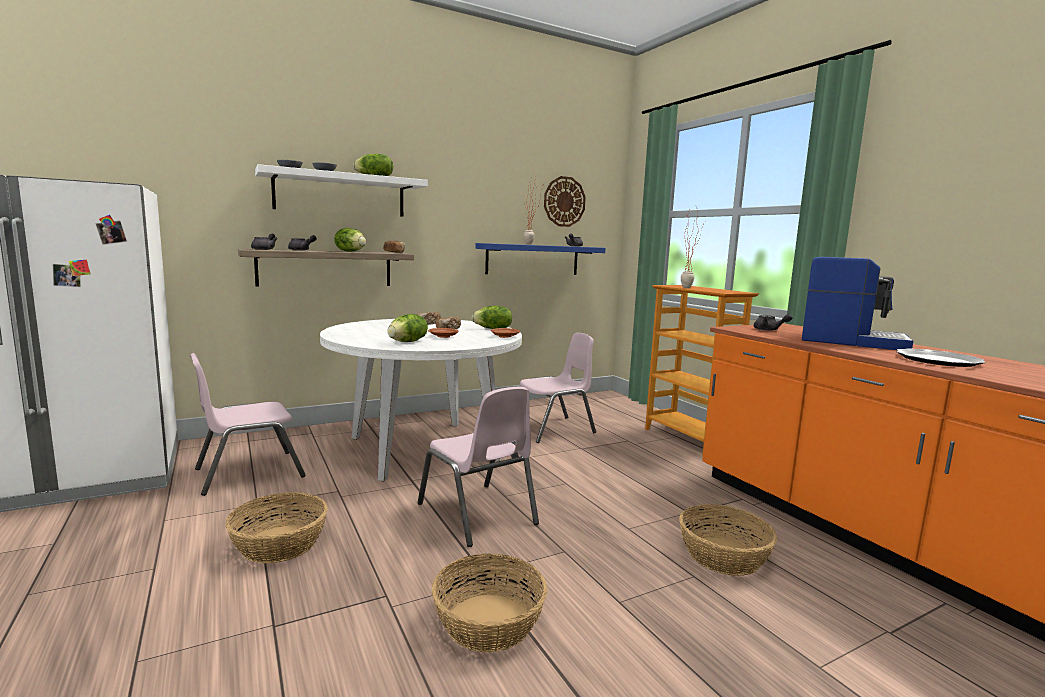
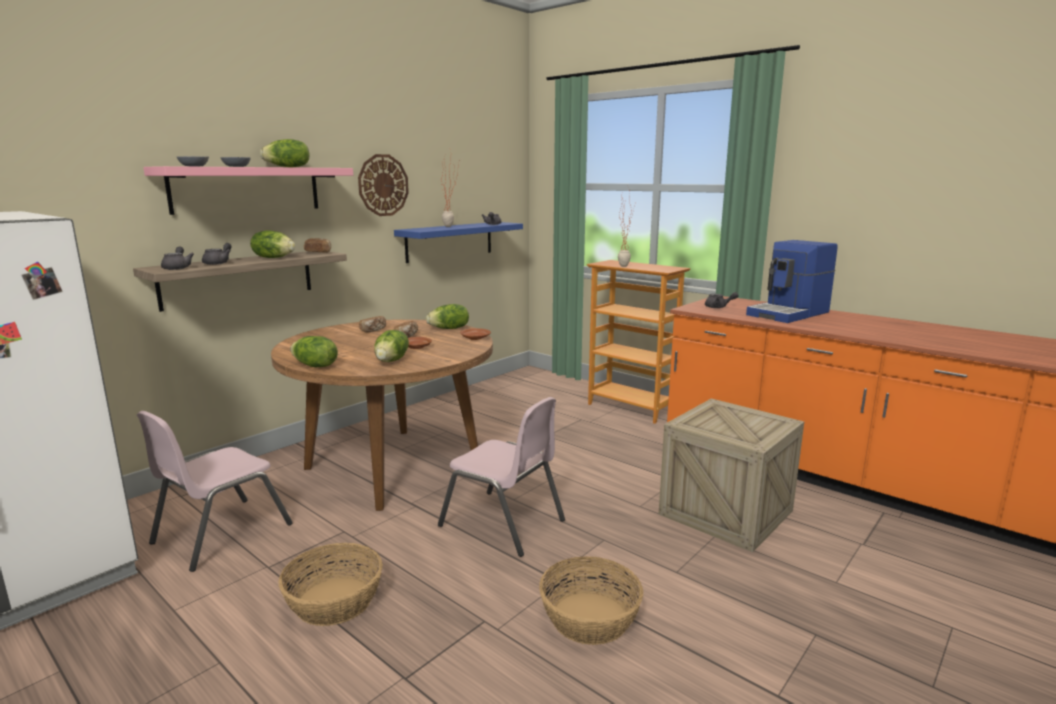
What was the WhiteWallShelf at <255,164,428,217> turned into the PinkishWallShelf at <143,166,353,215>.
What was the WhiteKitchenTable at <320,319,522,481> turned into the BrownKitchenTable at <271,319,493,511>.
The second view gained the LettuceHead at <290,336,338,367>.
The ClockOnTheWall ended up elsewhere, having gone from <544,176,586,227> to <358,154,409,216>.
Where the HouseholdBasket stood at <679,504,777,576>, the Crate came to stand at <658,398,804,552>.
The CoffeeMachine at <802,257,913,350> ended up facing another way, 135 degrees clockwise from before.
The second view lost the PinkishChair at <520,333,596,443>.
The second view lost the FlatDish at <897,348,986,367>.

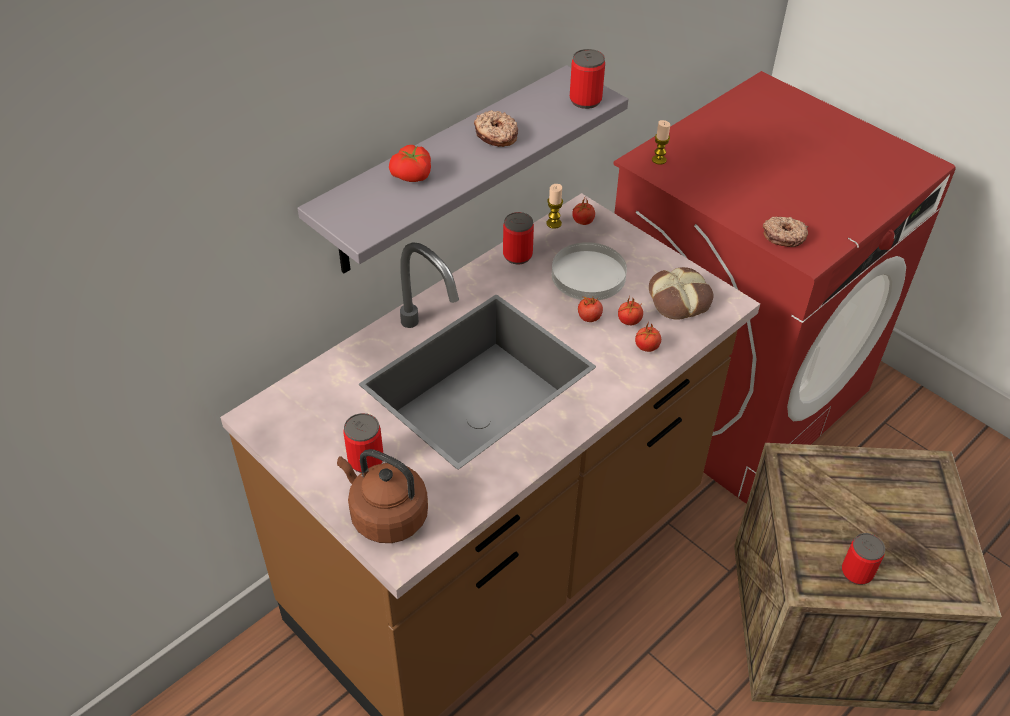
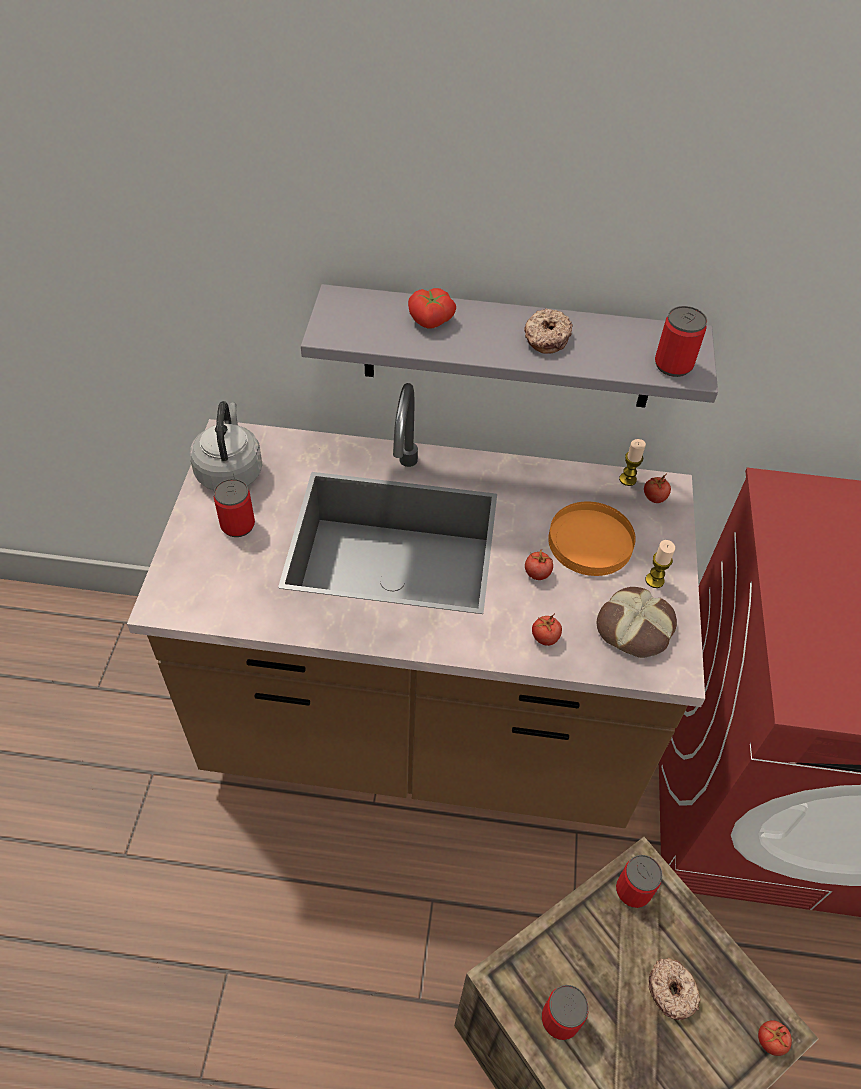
The second view gained the GreyWaterKettle at <190,401,263,491>.
What was the WhiteFlatDish at <552,242,627,300> turned into the OrangeyFlatDish at <548,502,636,576>.
The SealedCan ended up elsewhere, having gone from <503,212,534,264> to <616,855,662,908>.
The WaxCandle ended up elsewhere, having gone from <652,120,670,165> to <646,540,675,588>.
The RingDoughnut ended up elsewhere, having gone from <763,217,808,247> to <649,958,701,1020>.
The WholeTomato ended up elsewhere, having gone from <618,297,643,325> to <758,1020,792,1056>.
The second view lost the BrownWaterKettle at <337,449,428,543>.

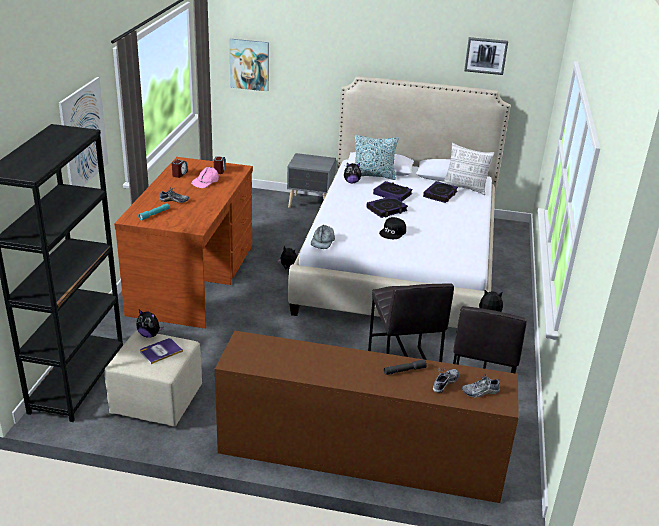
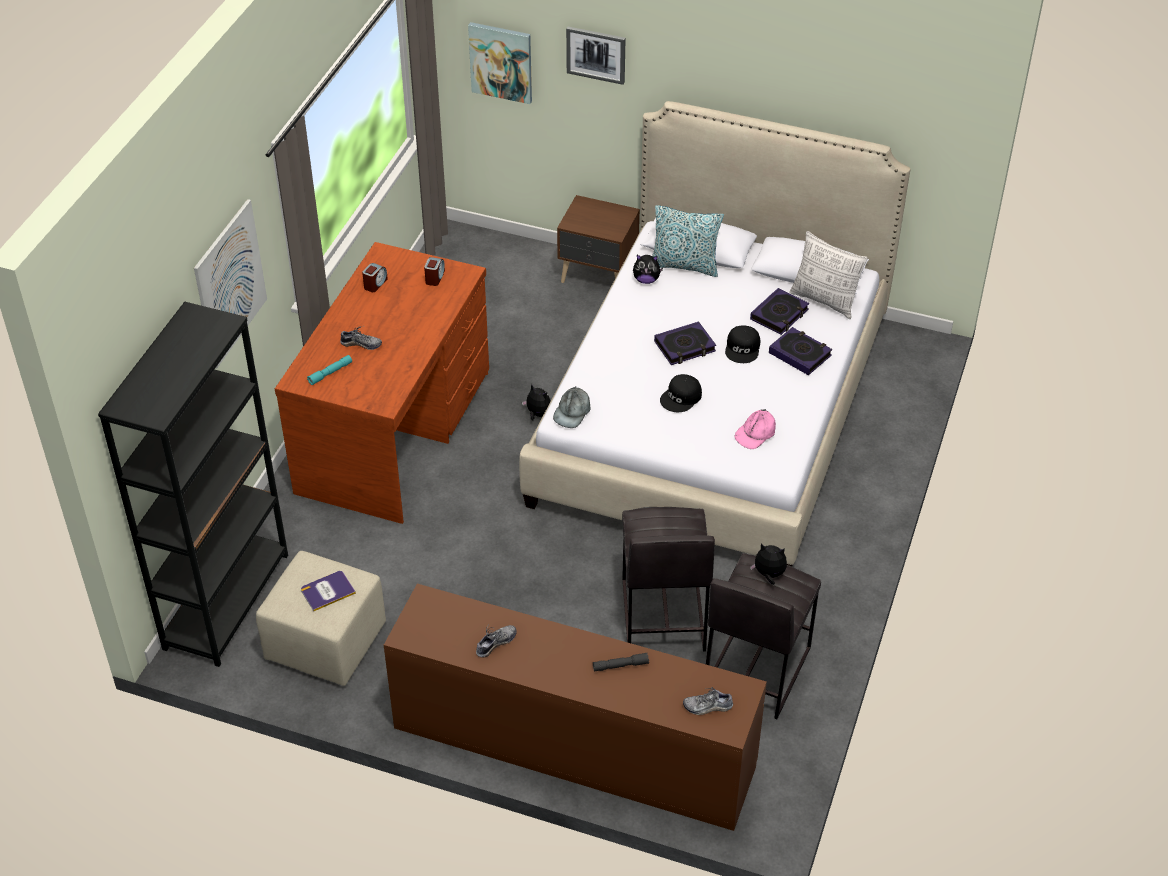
The Shoe ended up elsewhere, having gone from <433,368,459,393> to <476,625,517,658>.
What was the GreyBedsideTable at <287,153,336,208> turned into the BrownBedsideTable at <557,195,640,283>.
The WallArt ended up elsewhere, having gone from <464,37,508,75> to <566,27,625,85>.
The second view gained the BlackishBaseballCap at <725,325,760,363>.
The PinkishBaseballCap ended up elsewhere, having gone from <191,166,219,188> to <734,409,776,449>.
The BoundBook ended up elsewhere, having gone from <373,181,413,202> to <769,327,832,375>.
The second view lost the SoftToy at <136,310,164,338>.

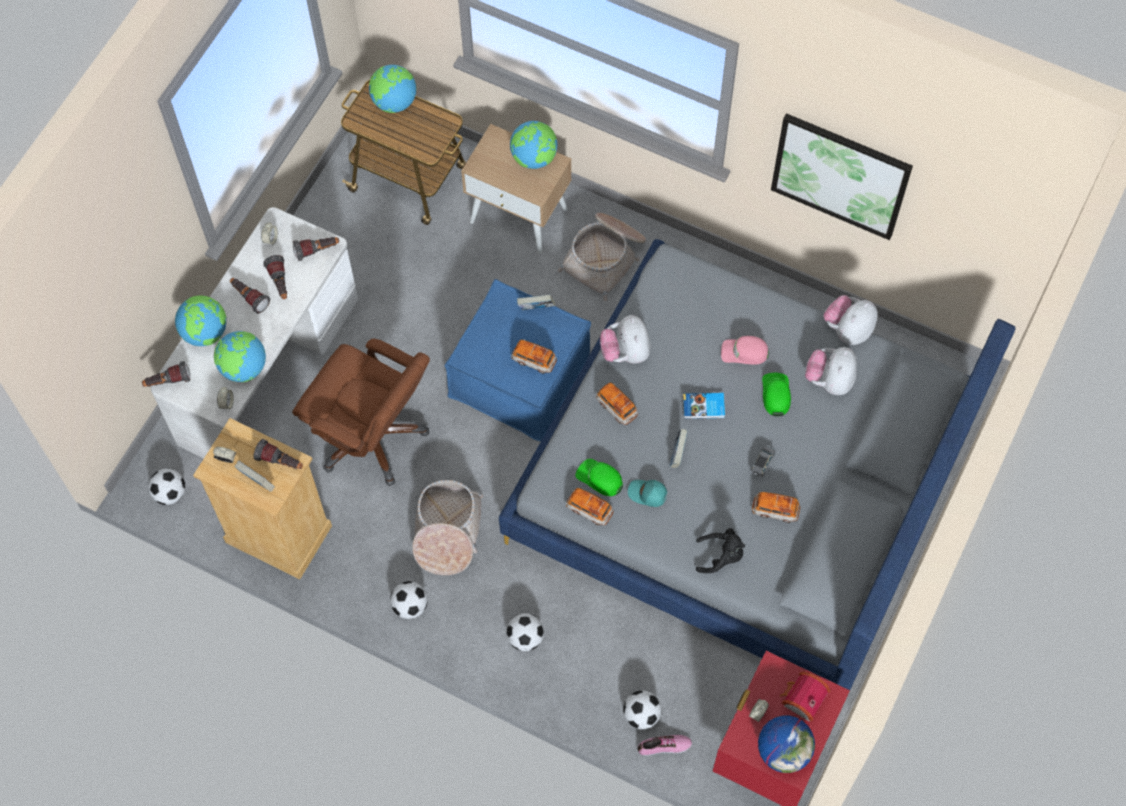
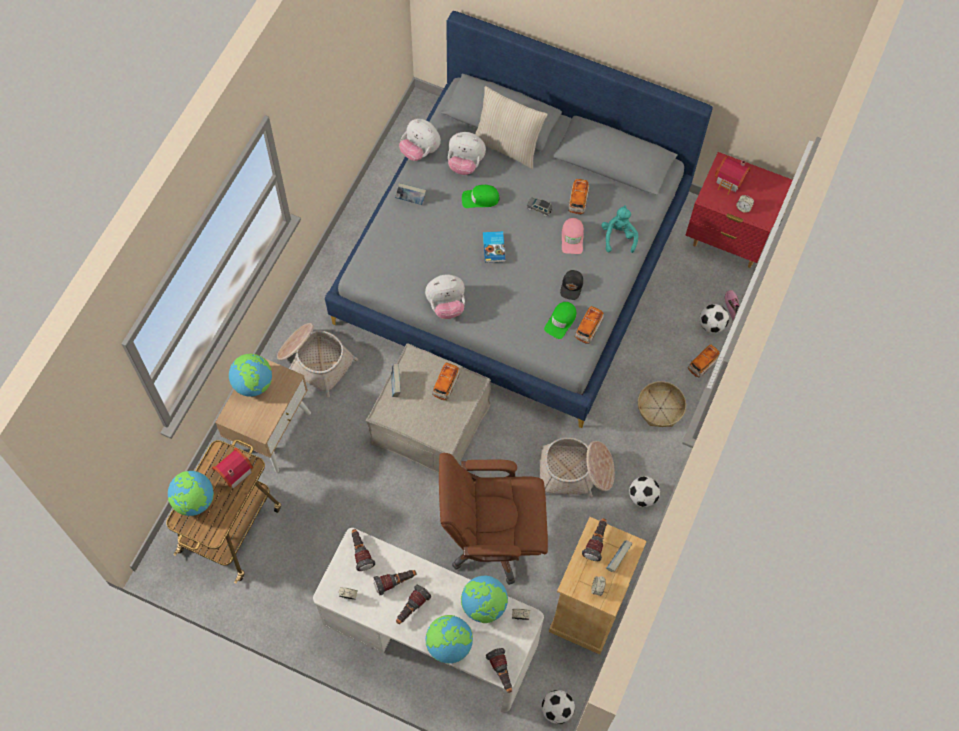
The second view gained the ToyHouse at <212,448,253,489>.
What was the BluishPouffe at <445,279,591,441> turned into the BeigePouffe at <366,343,491,473>.
The BoundBook ended up elsewhere, having gone from <670,429,688,469> to <395,183,426,205>.
The BrownComputerChair at <292,339,430,486> ended up facing another way, 120 degrees counterclockwise from before.
The second view gained the BeigePillow at <475,86,548,169>.
What was the TurquoiseColouredBaseballCap at <628,480,667,507> turned into the BlackishBaseballCap at <560,270,583,300>.
The PinkishBaseballCap ended up elsewhere, having gone from <721,336,769,365> to <562,218,584,254>.
What was the BlackishSoftToy at <696,528,745,573> turned into the TurquoiseColouredSoftToy at <601,206,638,253>.
Where the FootballBall stood at <506,613,544,651>, the HouseholdBasket came to stand at <638,381,686,427>.
The MiniatureCar ended up elsewhere, having gone from <596,382,638,425> to <688,344,720,377>.
The second view lost the WorldGlobe at <758,716,815,773>.
The second view lost the WallArt at <771,113,913,240>.

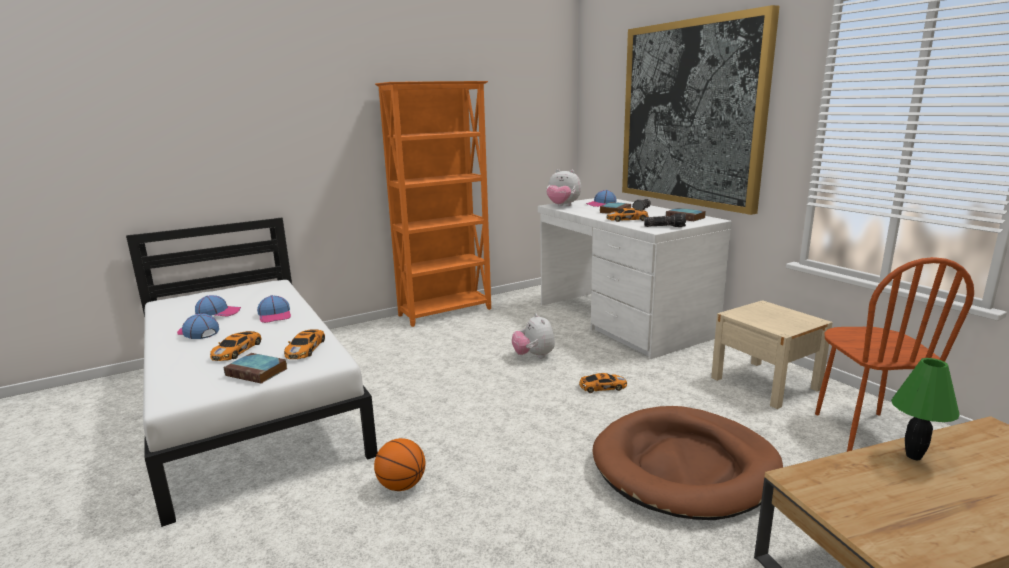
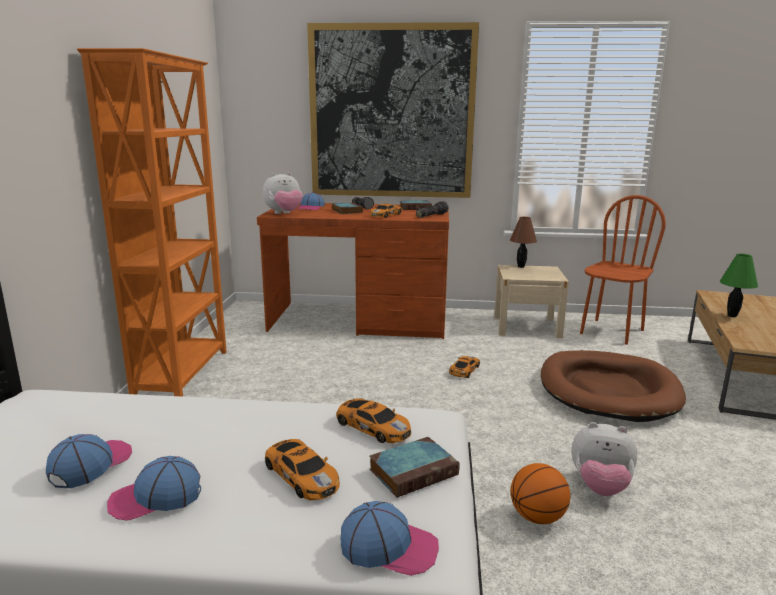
What was the WhiteDeskUnit at <538,198,732,359> turned into the BrownDeskUnit at <257,203,449,339>.
The BaseballCap ended up elsewhere, having gone from <257,295,291,323> to <341,501,439,576>.
The second view gained the BrownTabletopLamp at <510,217,537,268>.
The SoftToy ended up elsewhere, having gone from <512,314,555,358> to <571,422,637,496>.
The BrownChair at <815,257,974,452> ended up facing another way, 90 degrees counterclockwise from before.

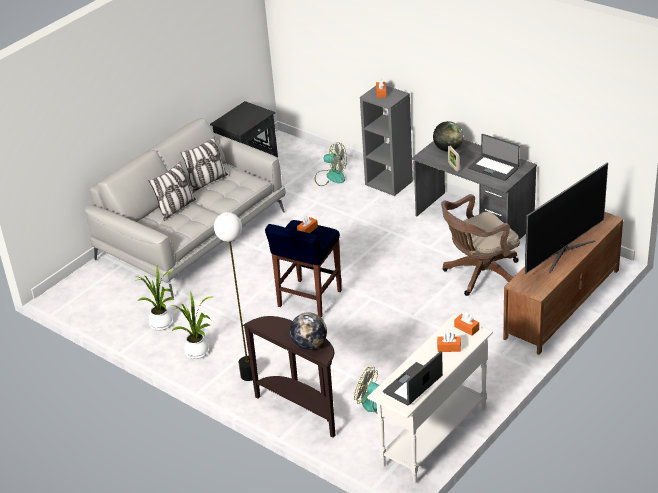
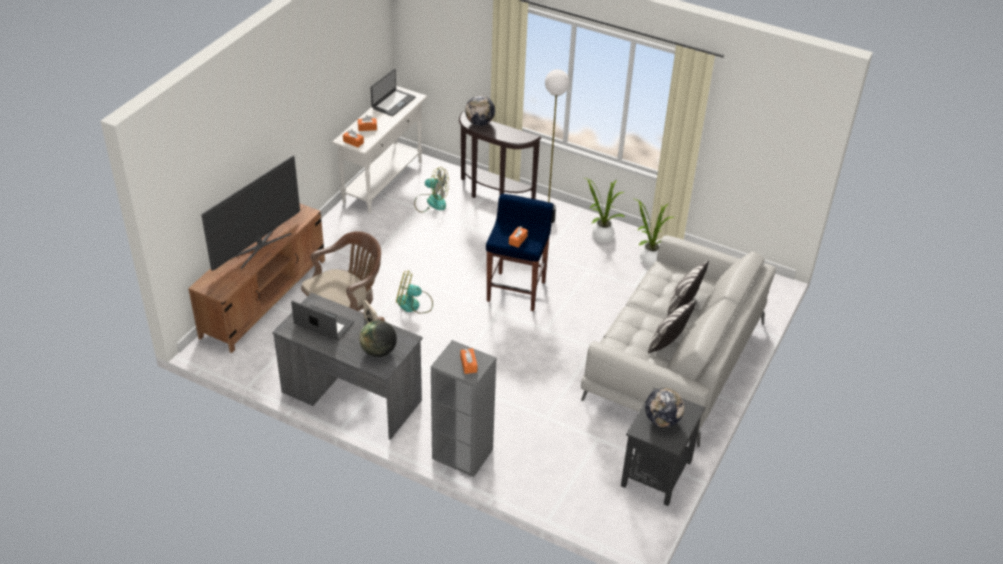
The ElectricFan ended up elsewhere, having gone from <315,142,347,186> to <396,271,433,314>.
The second view gained the WorldGlobe at <645,388,684,427>.

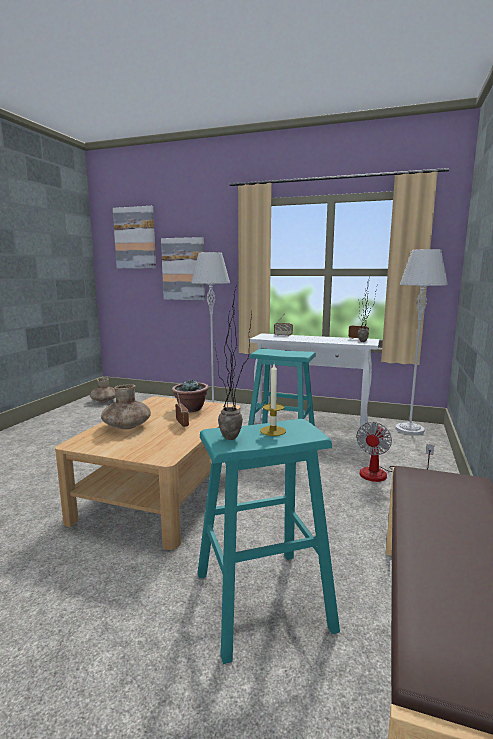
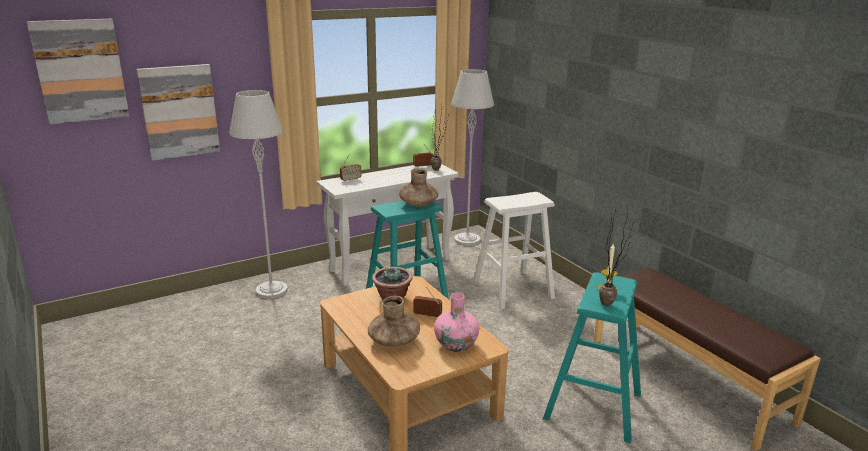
The BrownVase ended up elsewhere, having gone from <90,377,116,403> to <399,169,438,207>.
The second view gained the PinkishVase at <434,293,479,352>.
Where the ElectricFan stood at <356,422,434,482>, the WhiteStool came to stand at <473,192,555,309>.

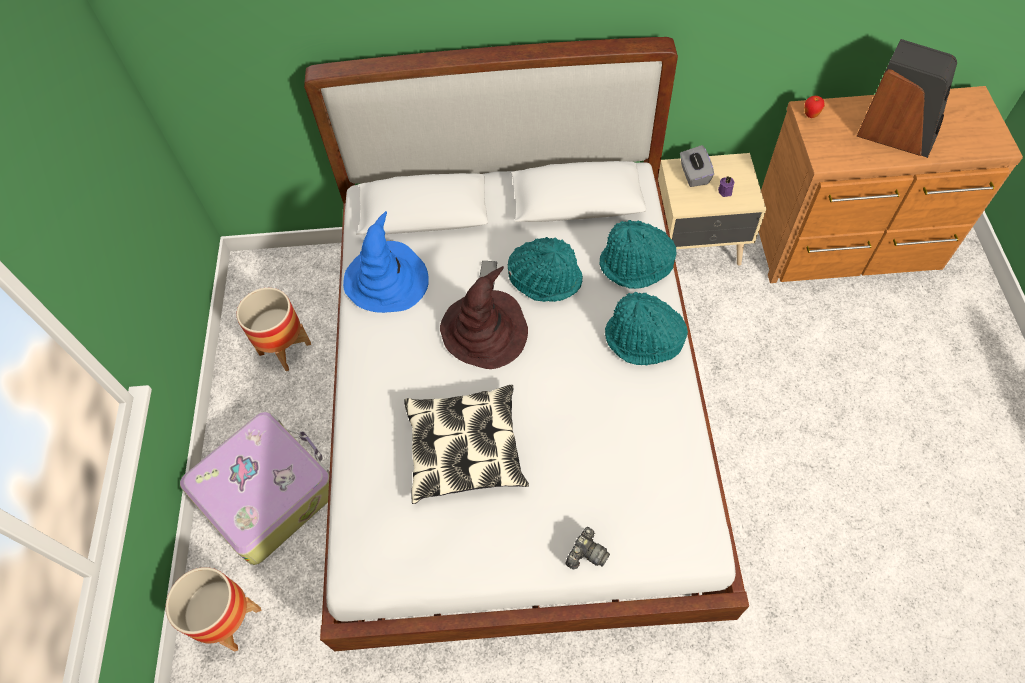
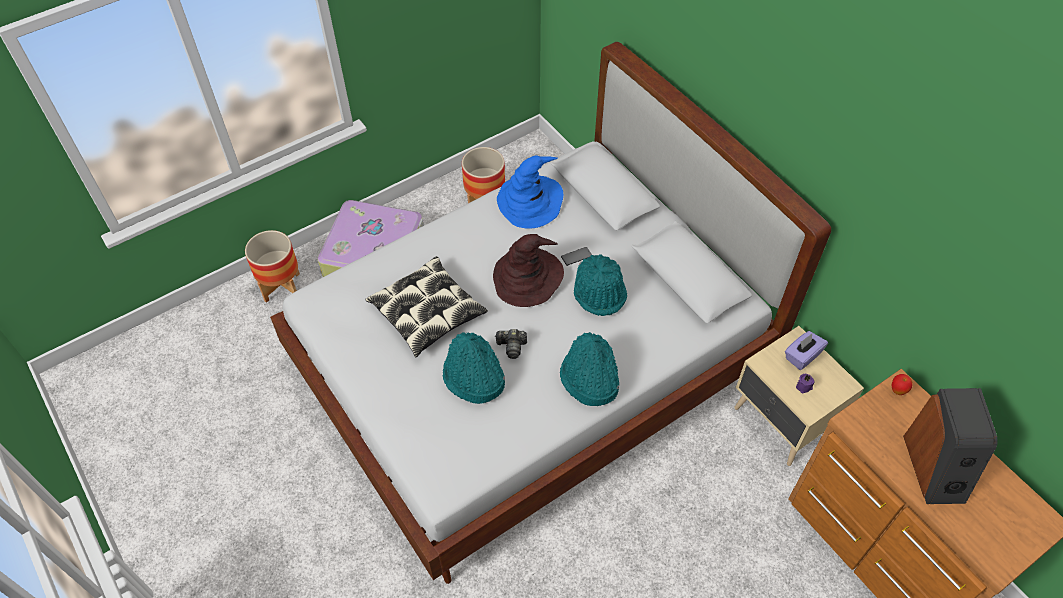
The TurquoiseColouredHat ended up elsewhere, having gone from <599,220,677,289> to <442,332,505,404>.
The StillCamera ended up elsewhere, having gone from <566,527,610,569> to <495,329,527,359>.
What was the GreyTissueBox at <680,145,714,187> turned into the PurplishTissueBox at <785,331,828,370>.

